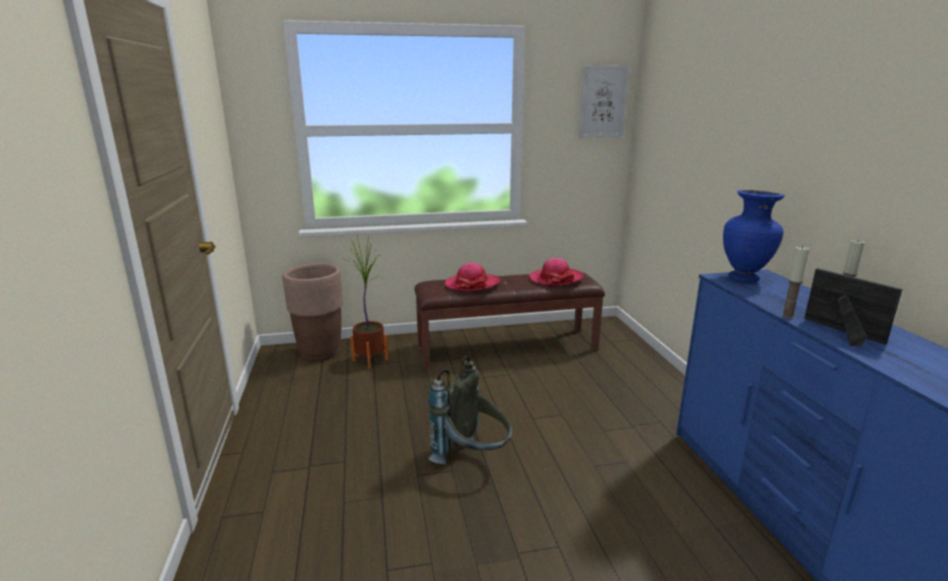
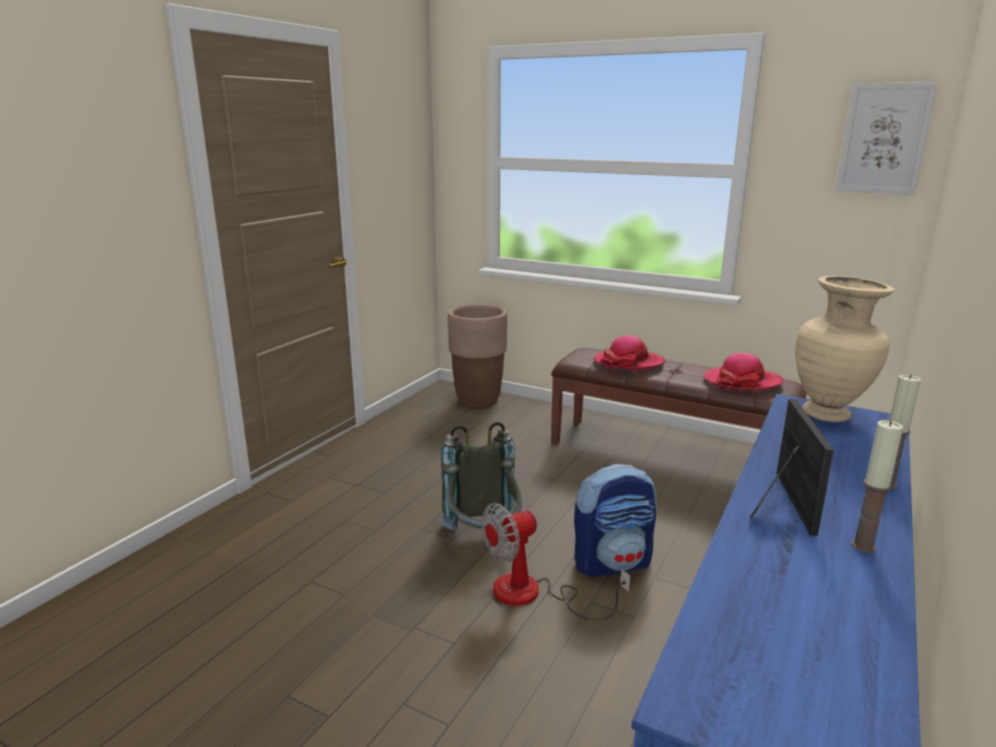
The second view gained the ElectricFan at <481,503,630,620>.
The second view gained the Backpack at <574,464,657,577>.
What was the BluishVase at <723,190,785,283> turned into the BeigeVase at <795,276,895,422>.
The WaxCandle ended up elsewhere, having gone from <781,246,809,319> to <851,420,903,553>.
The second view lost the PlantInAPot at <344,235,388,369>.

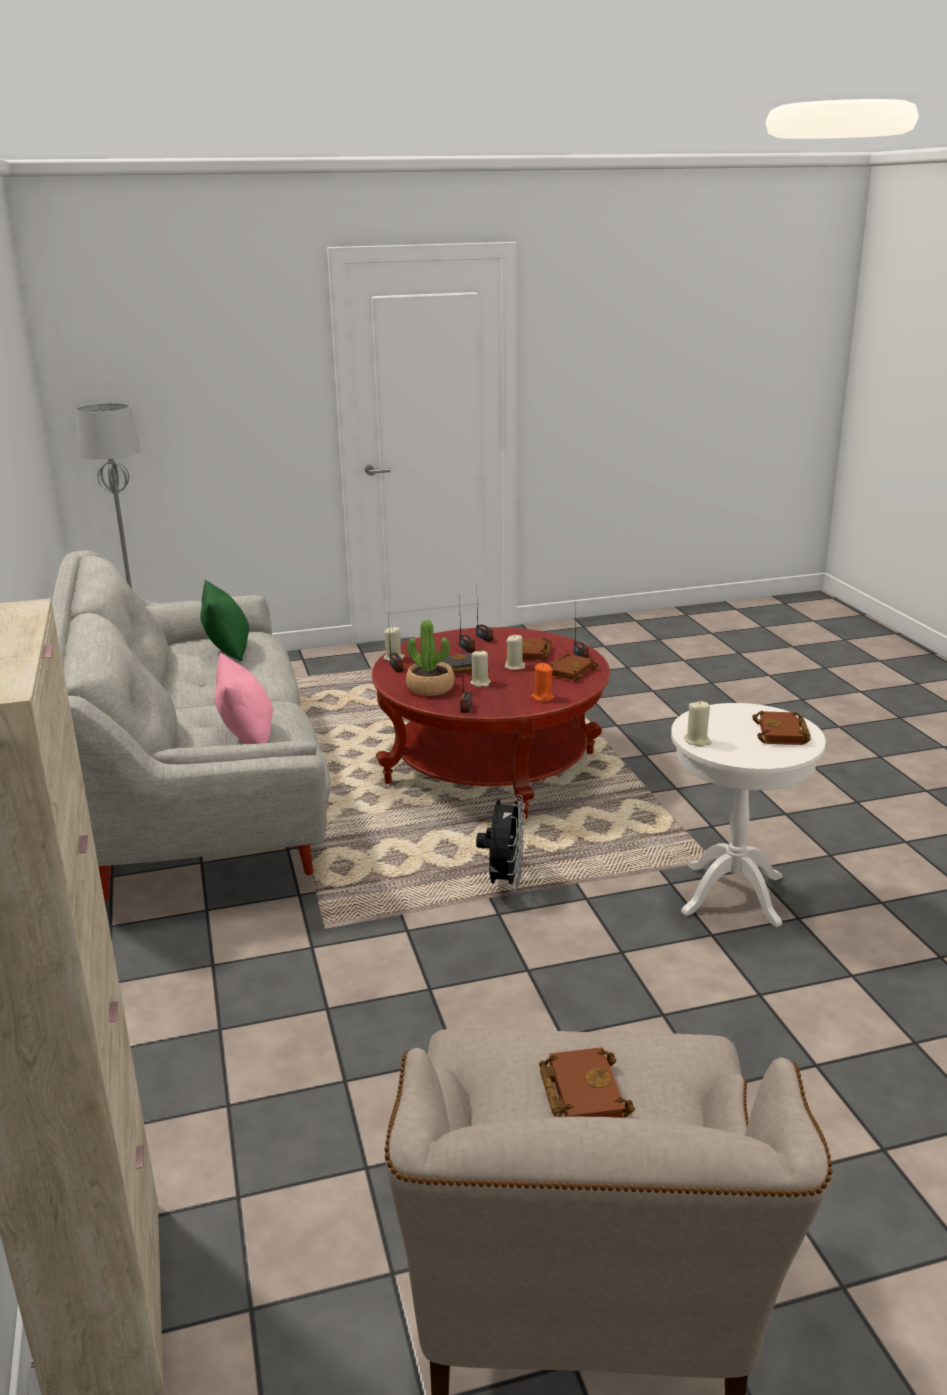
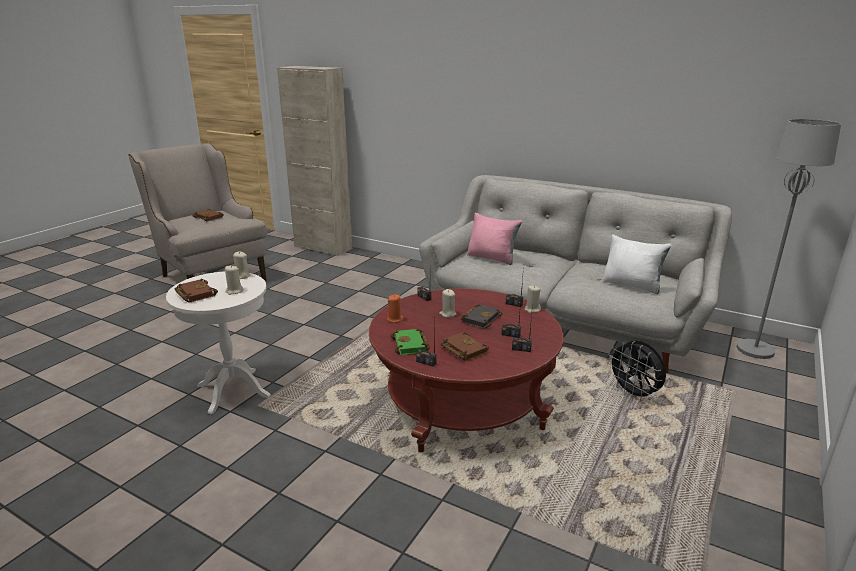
The BeigeWaxCandle ended up elsewhere, having gone from <505,635,525,670> to <225,266,244,295>.
What was the BrownBoundBook at <550,653,598,681> turned into the GreenishBoundBook at <391,329,430,355>.
What was the GreenishPillow at <200,580,249,661> turned into the WhitePillow at <602,234,671,294>.
The BlackishElectricFan ended up elsewhere, having gone from <476,795,525,891> to <607,340,666,401>.
The second view lost the PlantInAPot at <406,620,455,696>.

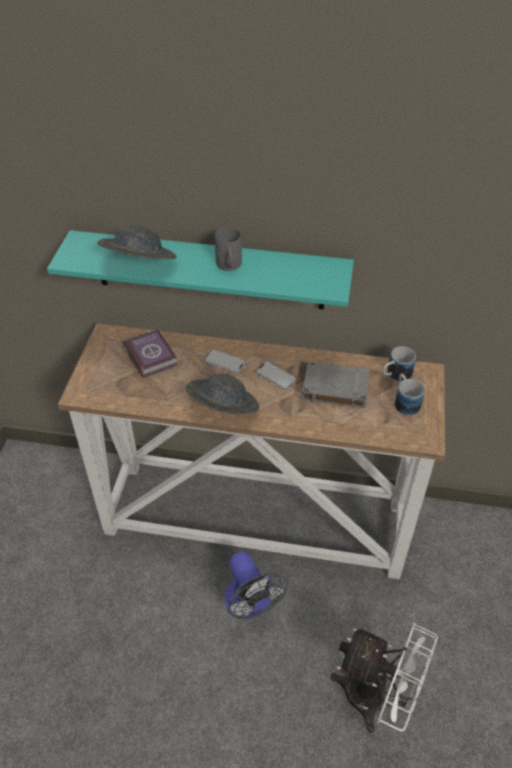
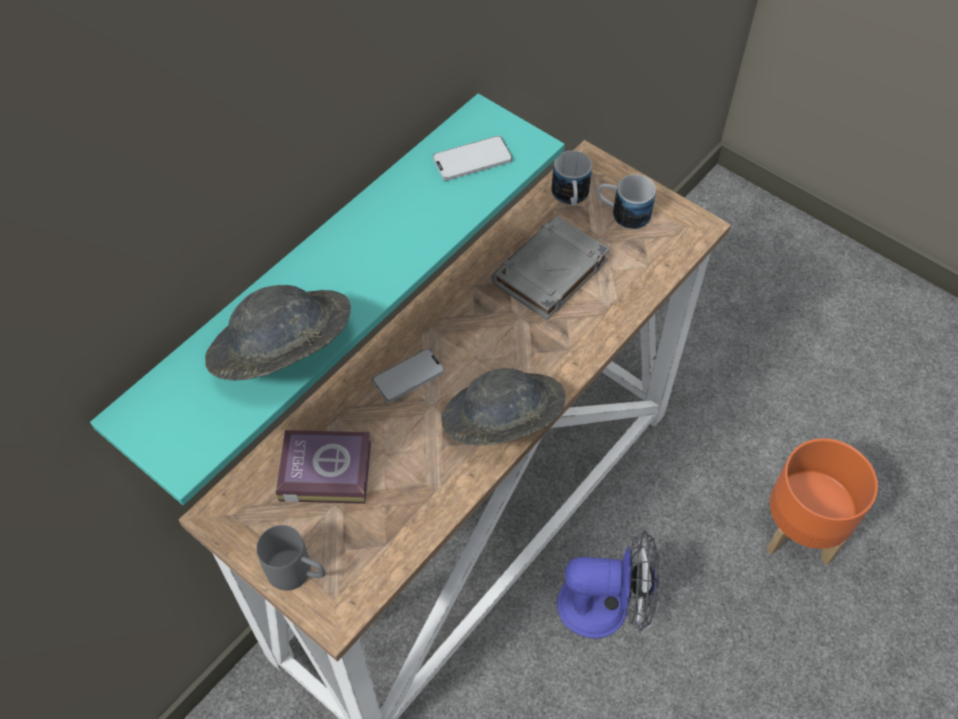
The GreyCoffeeMug ended up elsewhere, having gone from <215,227,242,271> to <257,525,326,591>.
The Phone ended up elsewhere, having gone from <256,361,297,390> to <433,136,513,181>.
Where the WhiteElectricFan stood at <330,623,438,733>, the OrangeyPlanter came to stand at <766,438,878,565>.

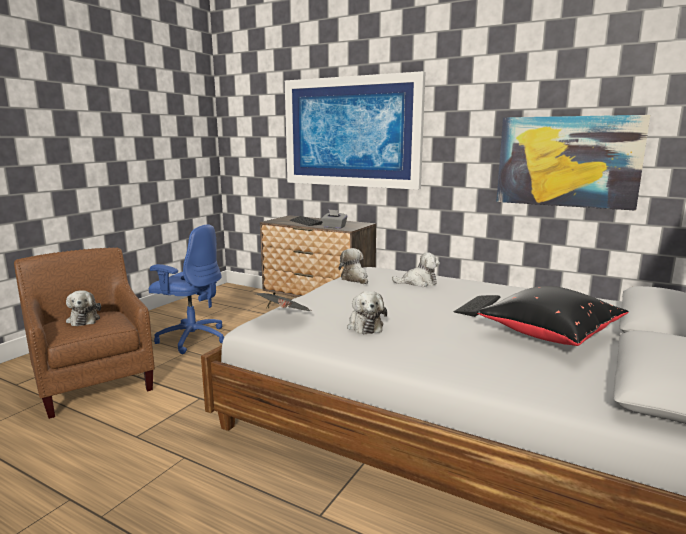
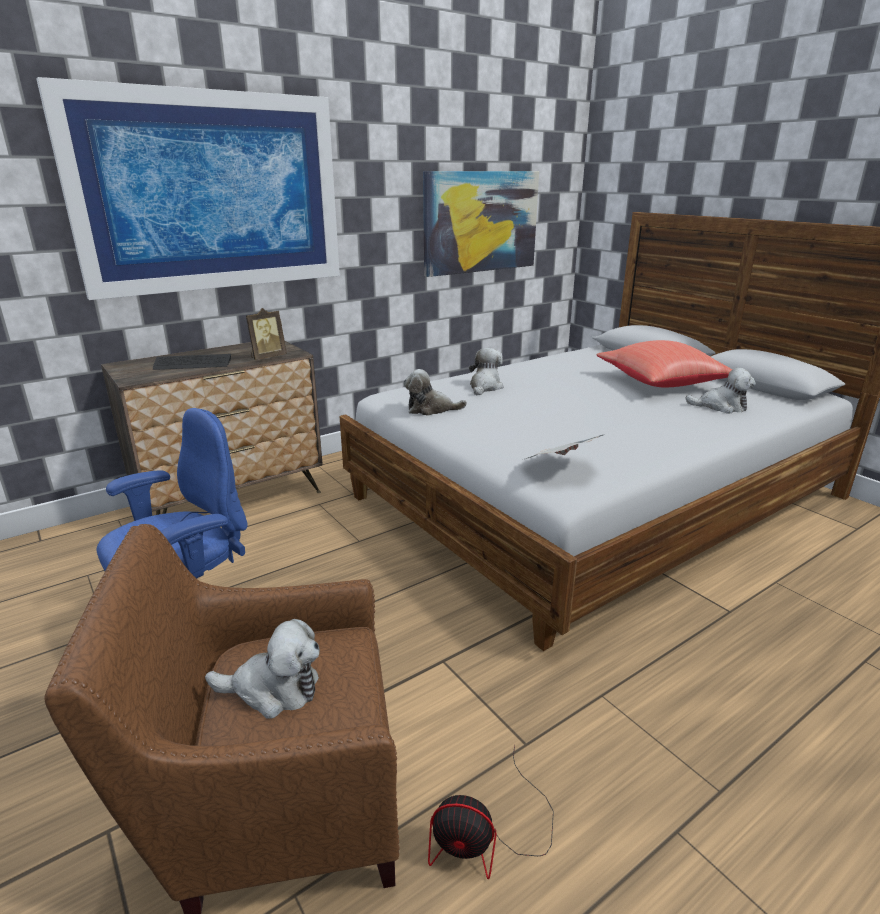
Where the GreyTissueBox stood at <321,210,347,229>, the PhotoFrame came to stand at <246,308,287,360>.
The second view gained the ElectricFan at <428,745,554,879>.
What was the BlackishPillow at <477,286,629,346> turned into the ReddishPillow at <596,340,732,387>.
The SoftToy ended up elsewhere, having gone from <347,291,387,334> to <685,368,756,413>.
The second view lost the Keyboard at <454,295,500,317>.

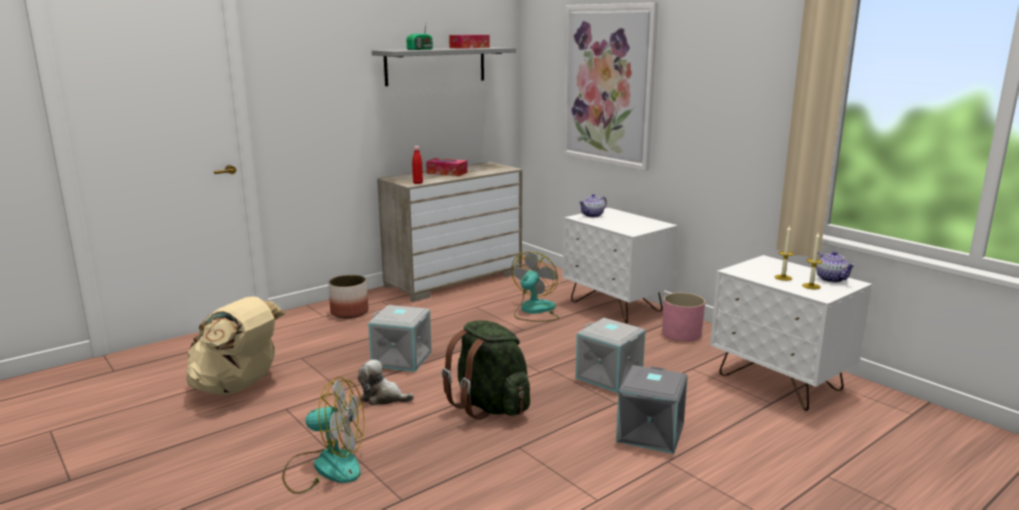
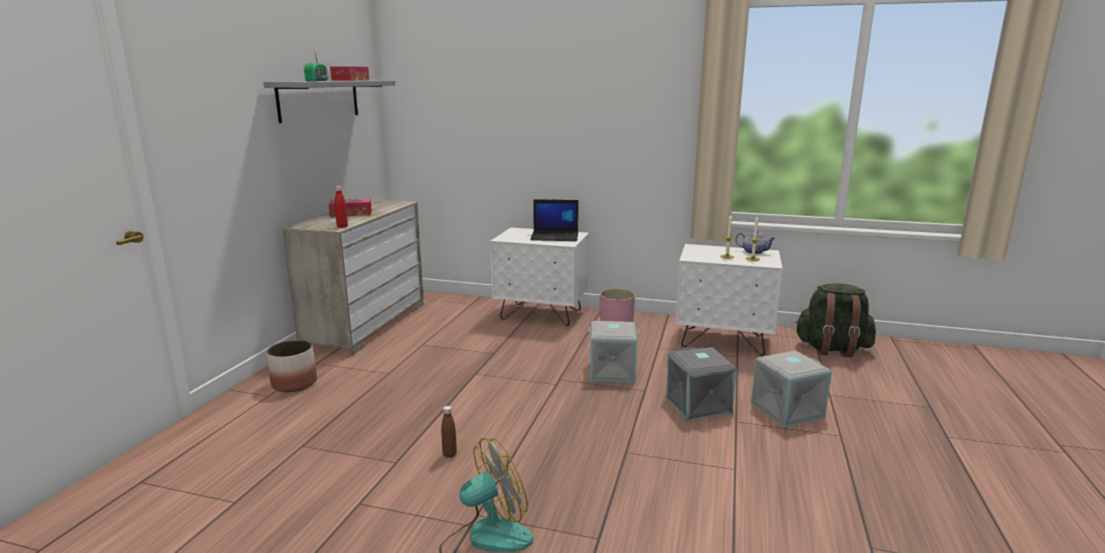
Where the SoftToy stood at <358,360,414,405>, the BrownBeverageBottle came to stand at <441,406,457,458>.
The second view gained the Laptop at <530,199,579,241>.
The GreyStorageBin ended up elsewhere, having gone from <368,305,432,372> to <751,350,832,427>.
The GreenishBackpack ended up elsewhere, having gone from <442,321,530,420> to <795,283,876,358>.
The second view lost the BeigeBackpack at <186,297,285,395>.
The second view lost the ElectricFan at <511,252,559,322>.
The second view lost the WallArt at <563,3,658,171>.
The second view lost the PotForTea at <579,194,607,218>.

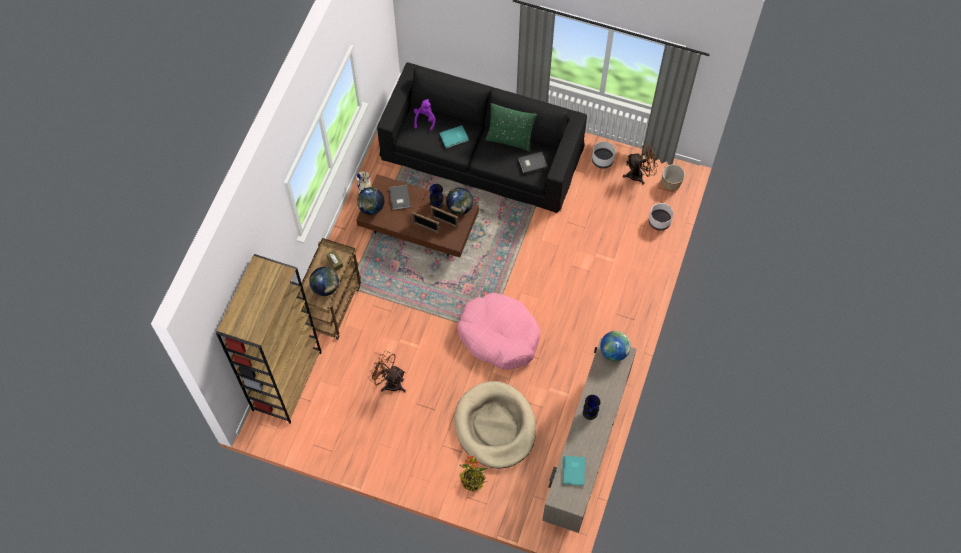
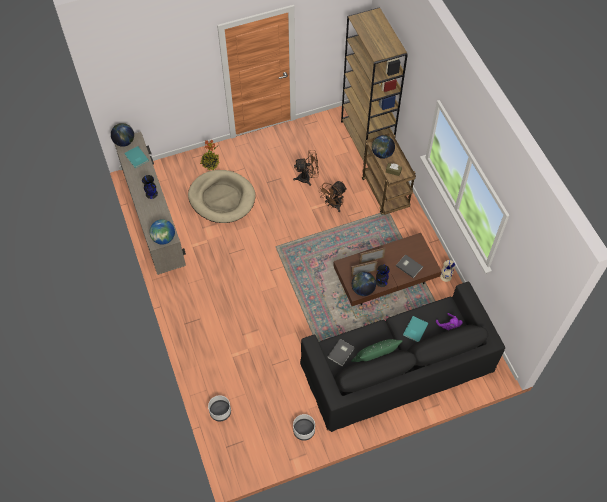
The WorldGlobe ended up elsewhere, having gone from <357,187,384,215> to <111,123,134,147>.
The BrownElectricFan ended up elsewhere, having gone from <623,143,658,185> to <318,181,347,212>.
The second view lost the PinkishPetBed at <457,293,541,370>.
The second view lost the Planter at <662,164,685,191>.

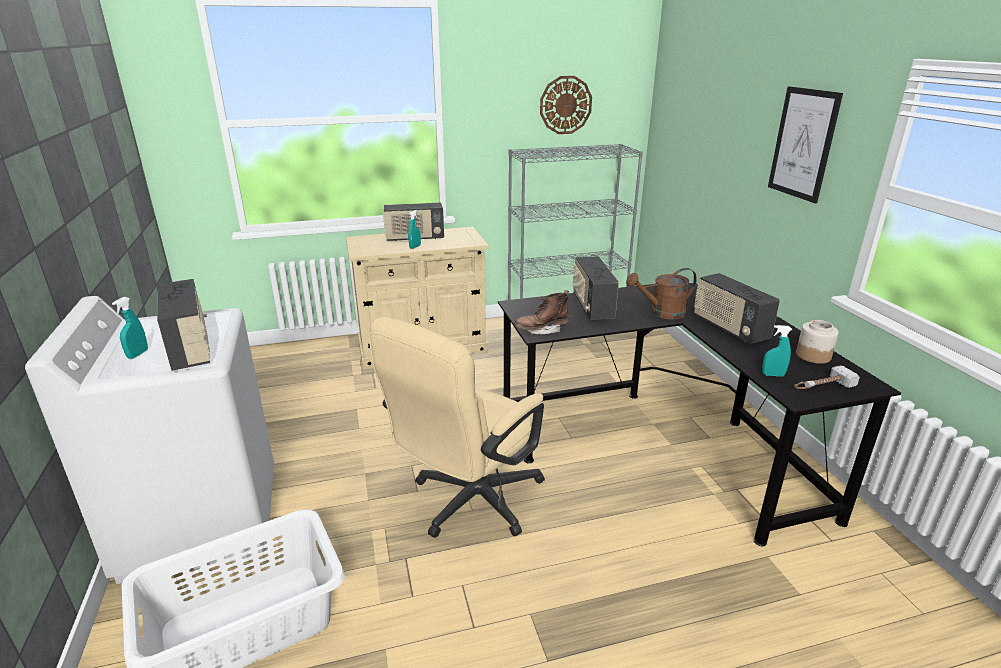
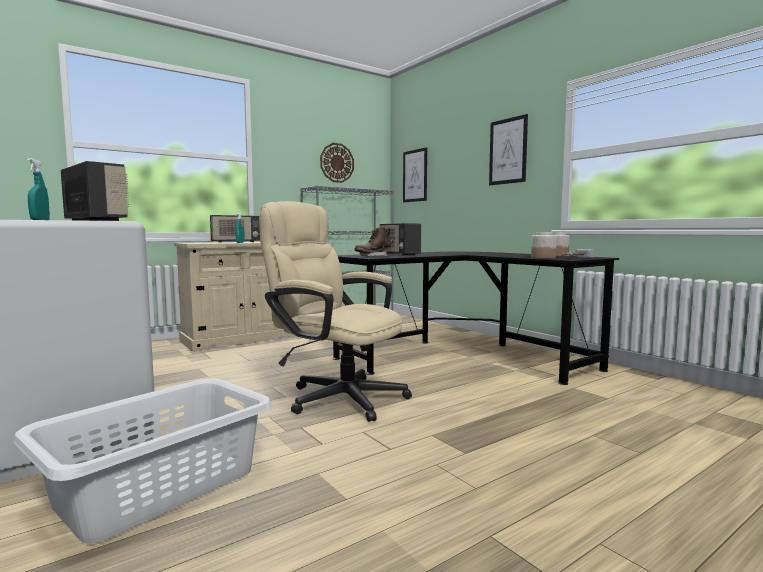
The BeigeComputerChair at <369,317,545,538> ended up facing another way, 105 degrees clockwise from before.
The second view gained the WallArt at <403,147,427,202>.
Where the TurquoiseColouredSprayer stood at <762,325,792,377>, the Jar came to stand at <531,232,557,259>.
The second view lost the BrownWateringCan at <626,268,697,319>.
The second view lost the RadioReceiver at <694,273,780,344>.

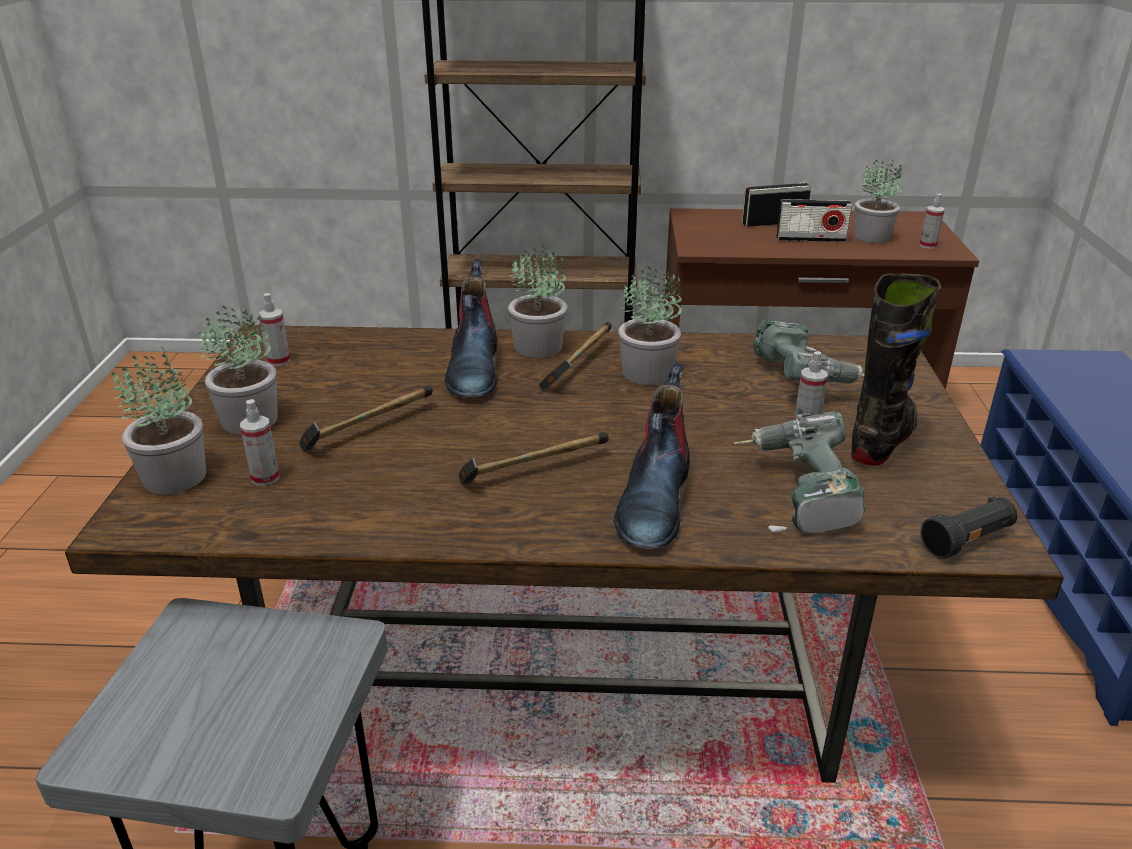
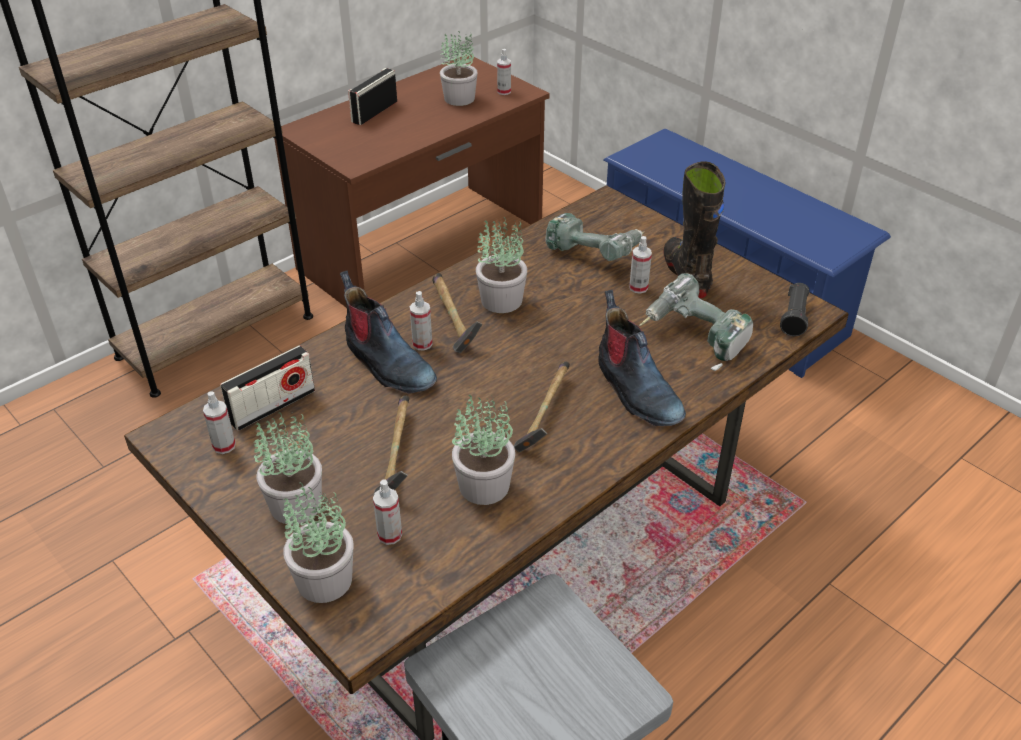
The RadioReceiver ended up elsewhere, having gone from <777,199,852,242> to <220,345,315,431>.
The second view gained the Sprayer at <410,291,433,350>.
The PlantInAPot ended up elsewhere, having gone from <508,245,567,358> to <452,395,515,505>.

